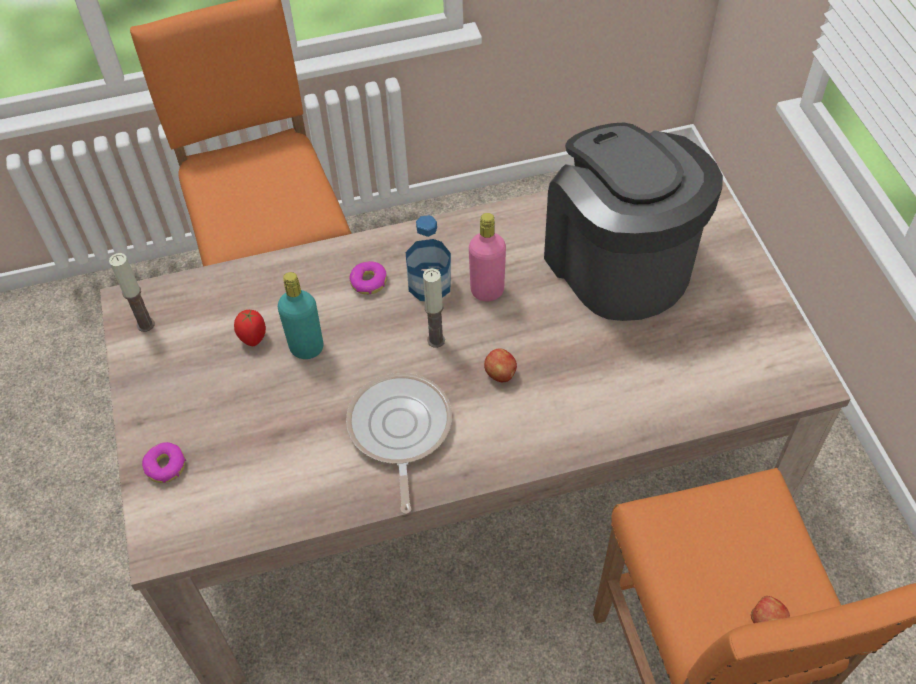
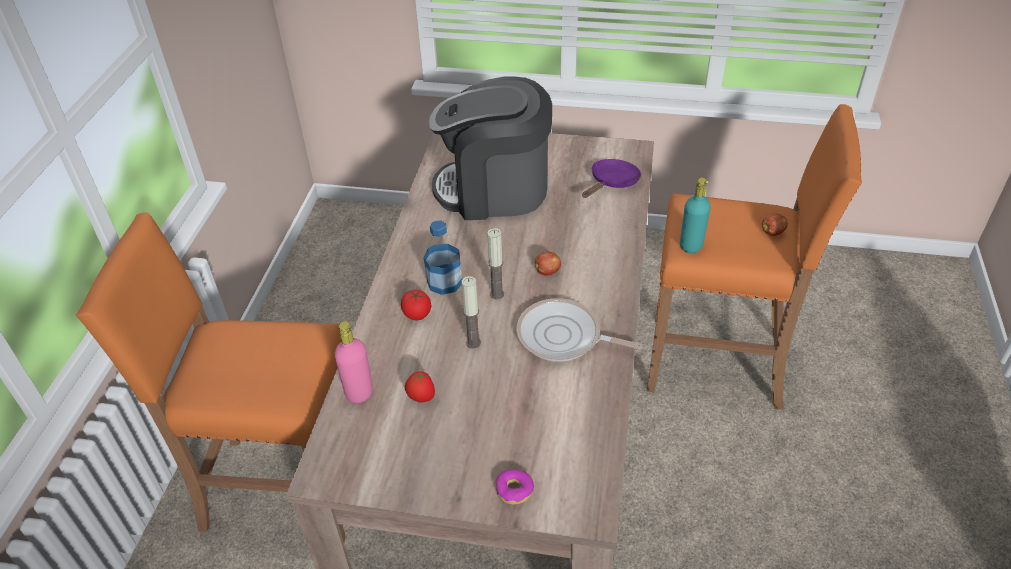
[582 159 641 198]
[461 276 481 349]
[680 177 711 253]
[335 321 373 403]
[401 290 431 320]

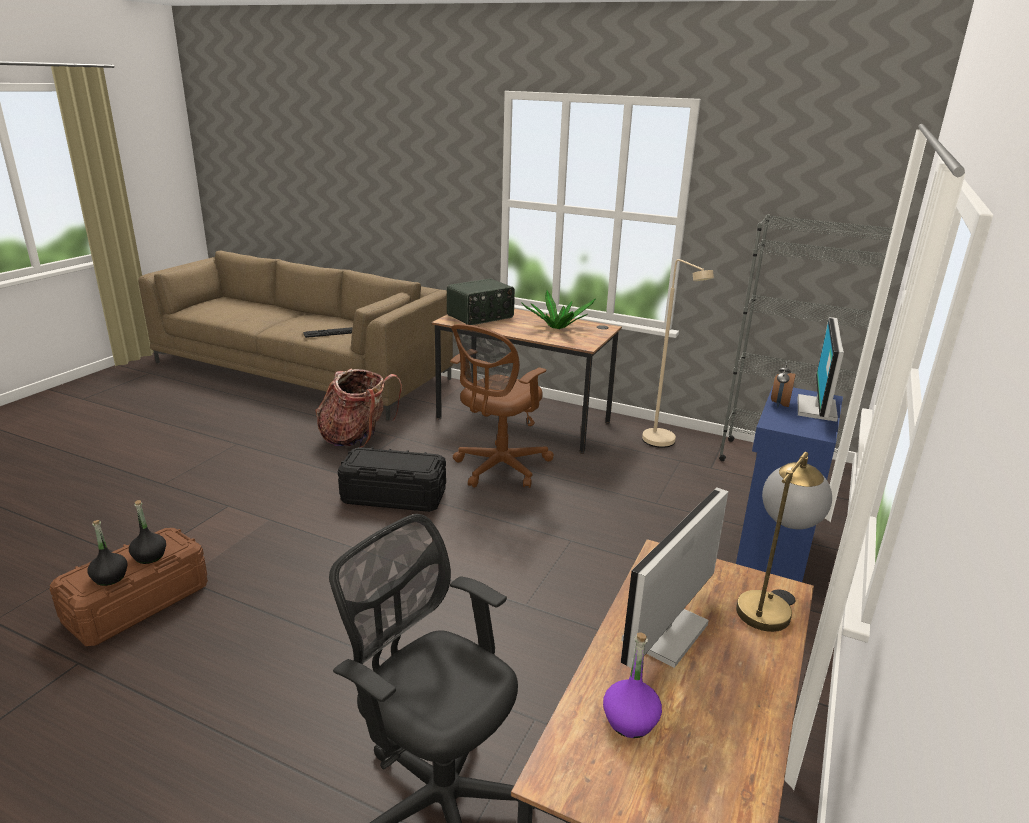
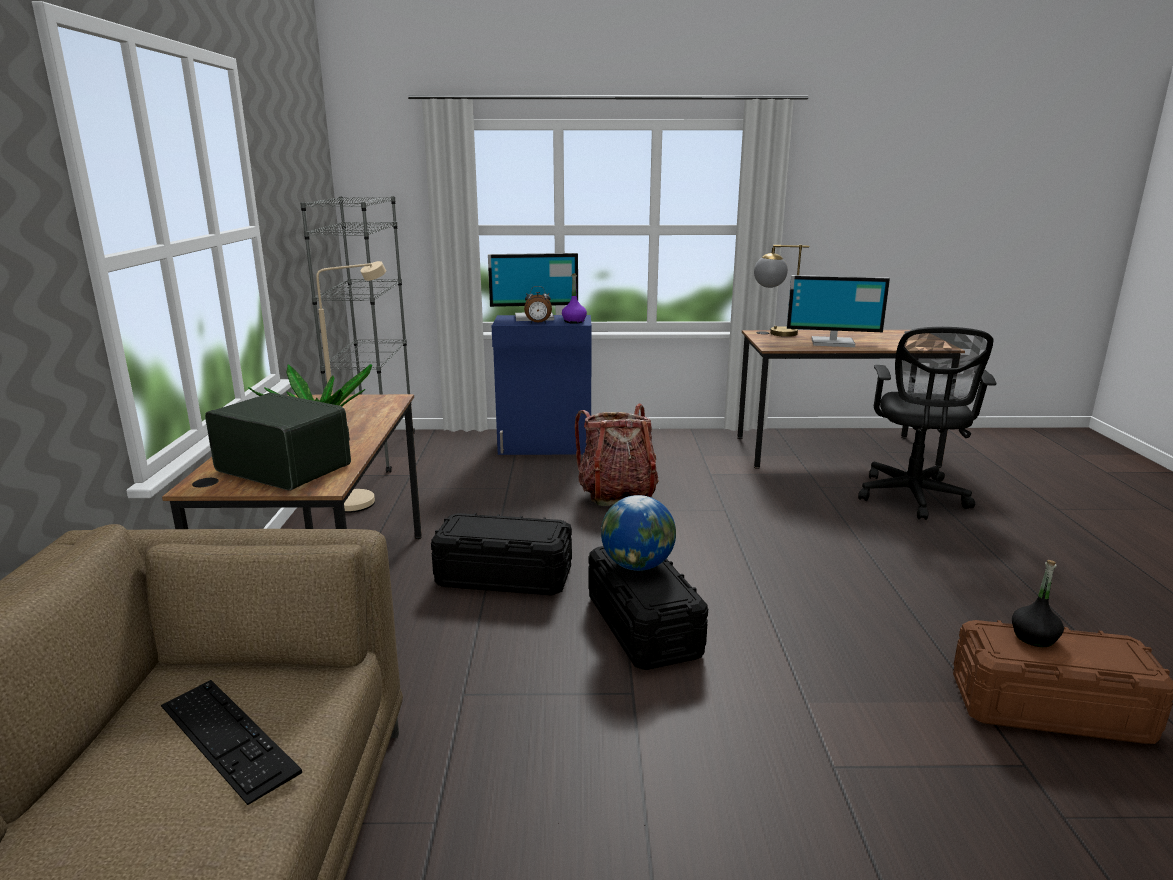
[87 520 127 586] (first image)
[601 495 676 571]
[575 403 659 506]
[562 273 587 324]
[431 513 572 596]

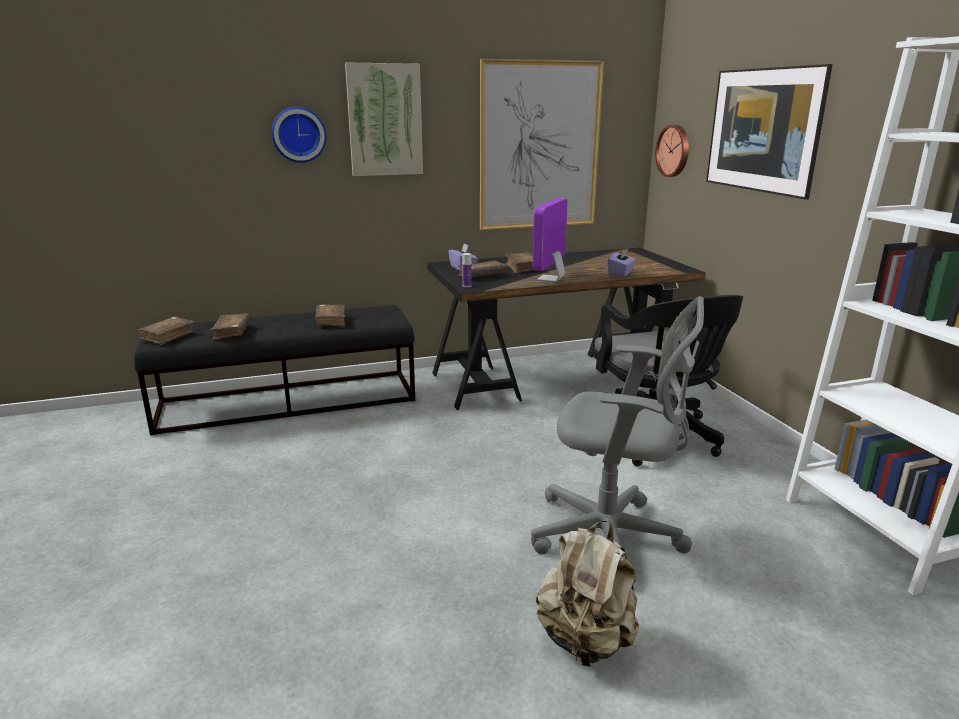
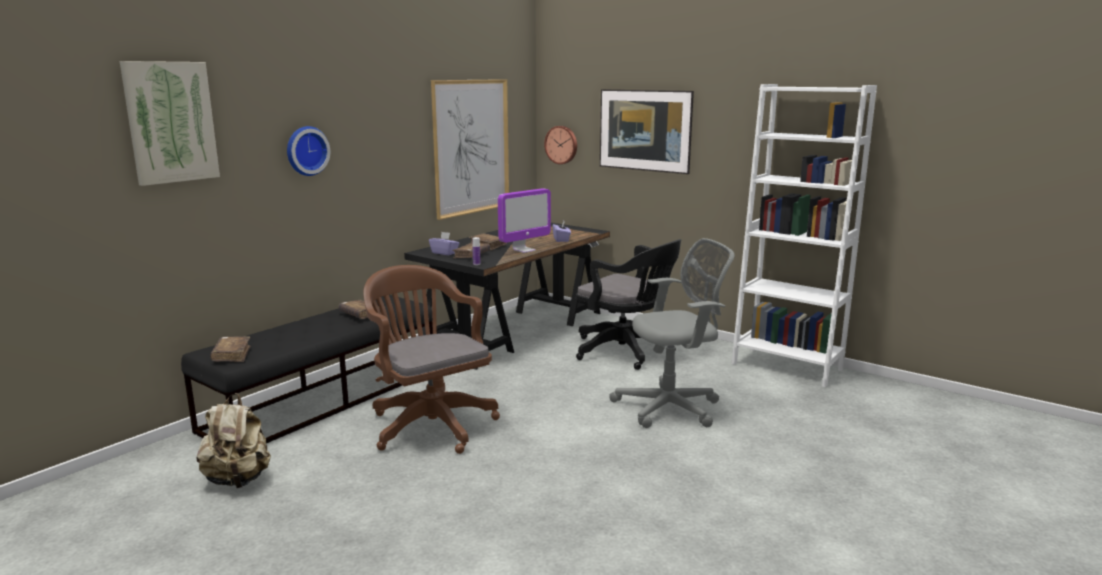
[210 313 251 340] (first image)
[363 265 500 454]
[120 61 220 186]
[197 393 271 488]
[498 188 551 253]

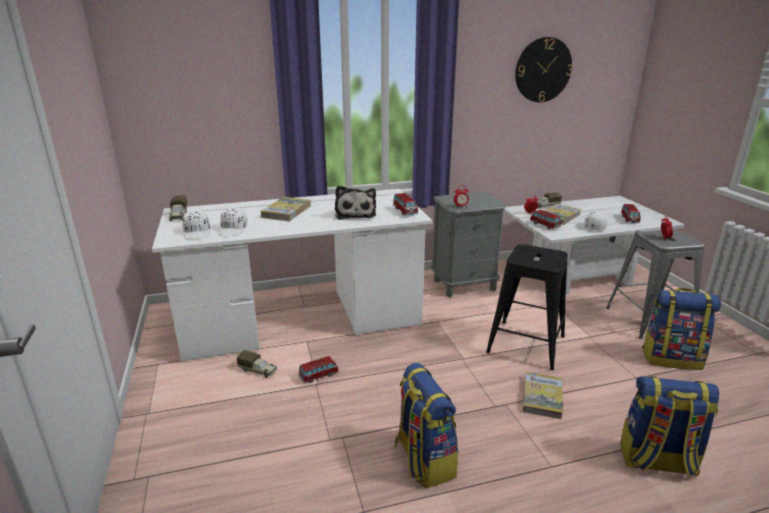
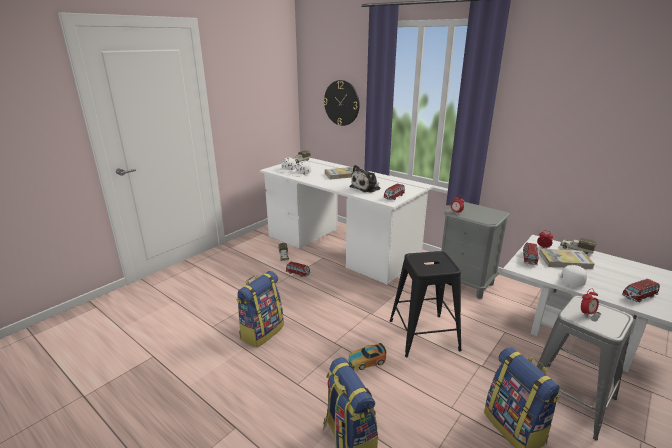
[323 80 360 126]
[348 343 386 370]

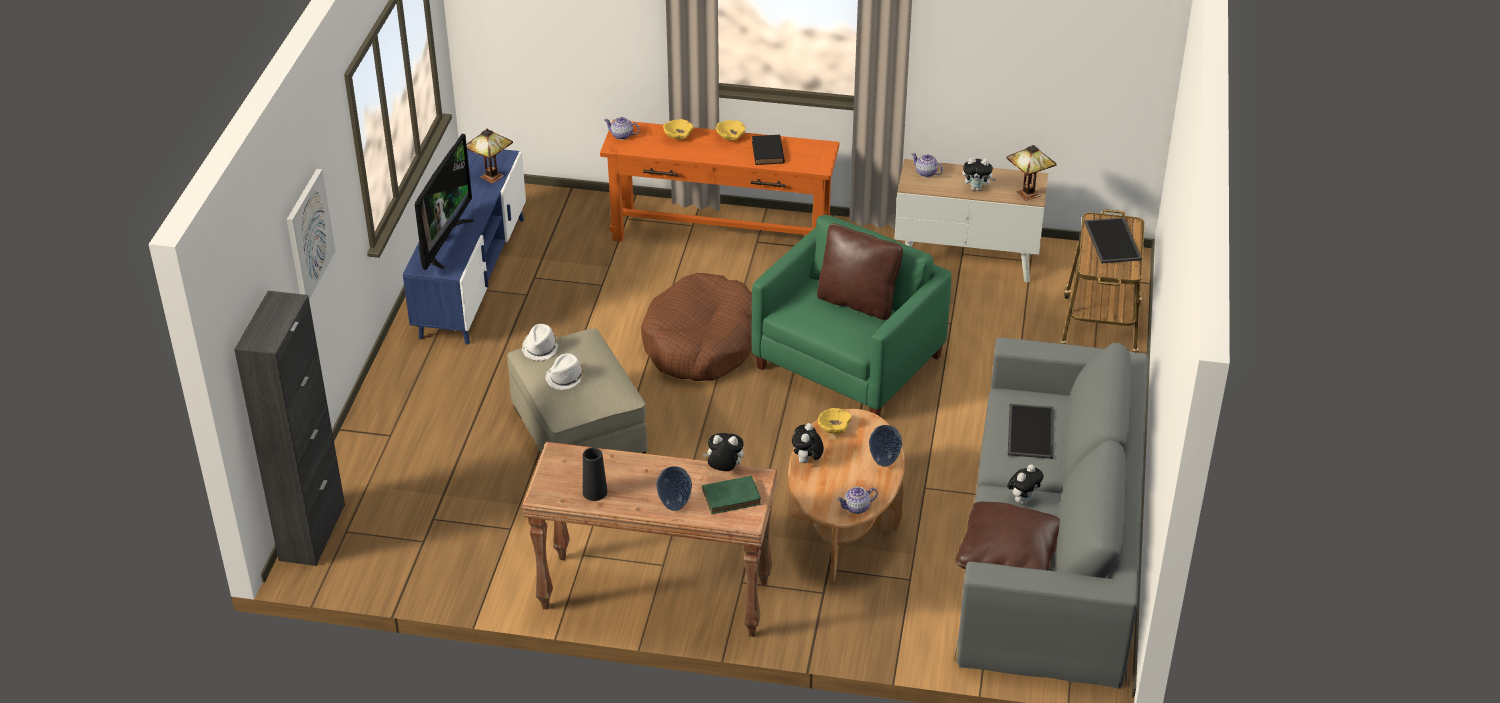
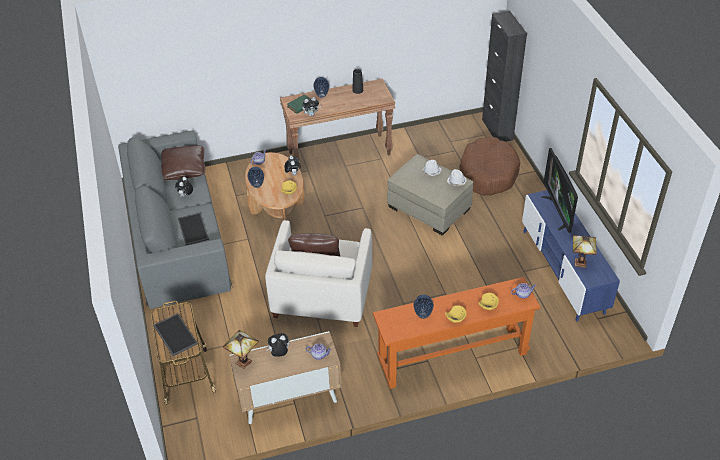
[287 169 336 299] (first image)
[459 136 520 196]
[414 294 434 319]
[265 220 372 327]

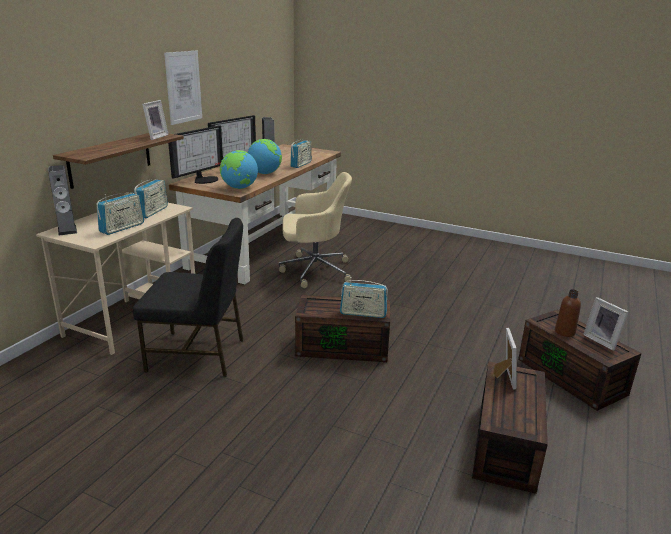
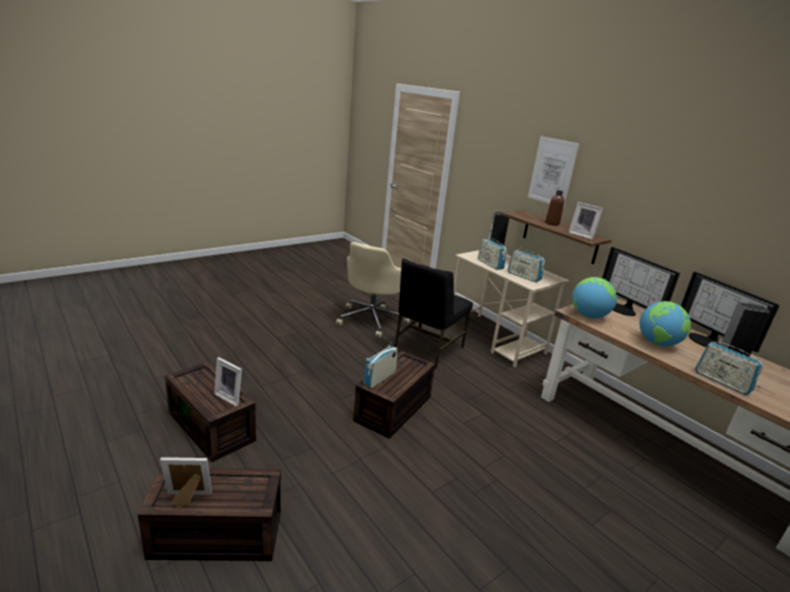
[528 136 580 208]
[336 242 410 338]
[545 190 564 226]

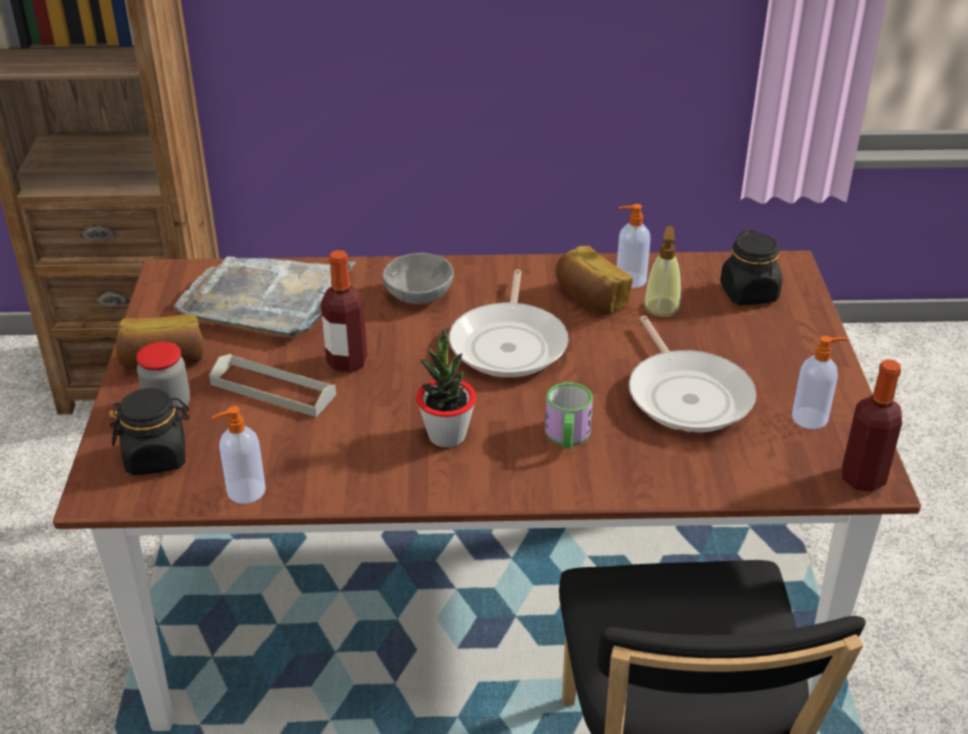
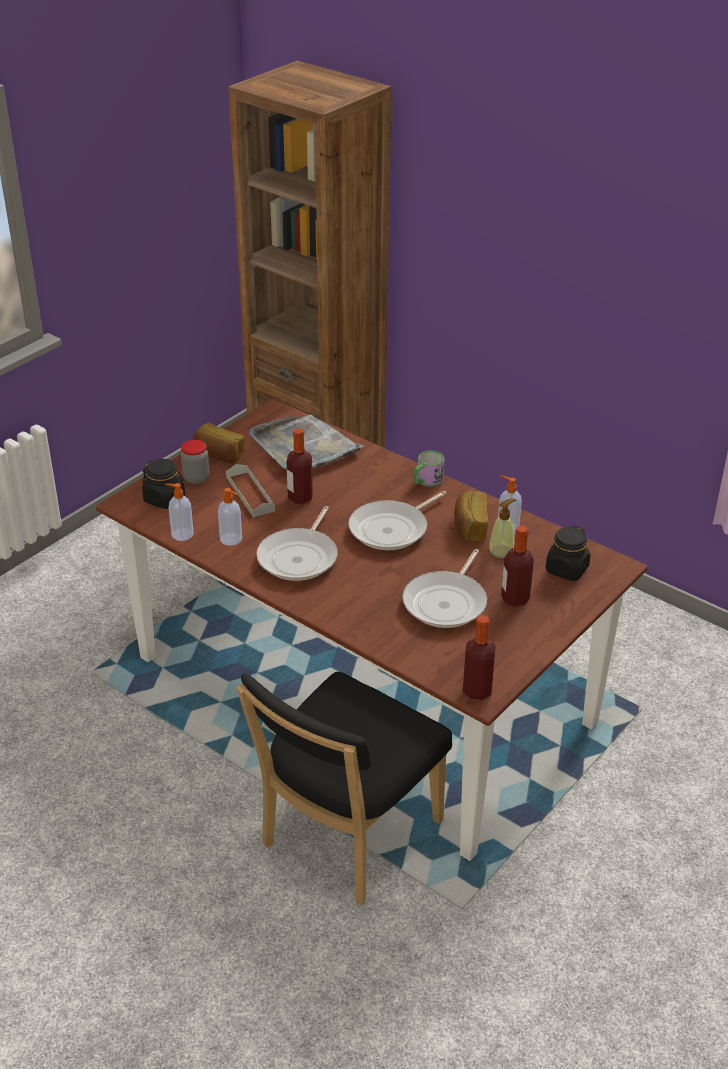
[383 253 454 304] (first image)
[501 526 534 607]
[413 451 444 487]
[218 488 242 546]
[256 506 338 581]

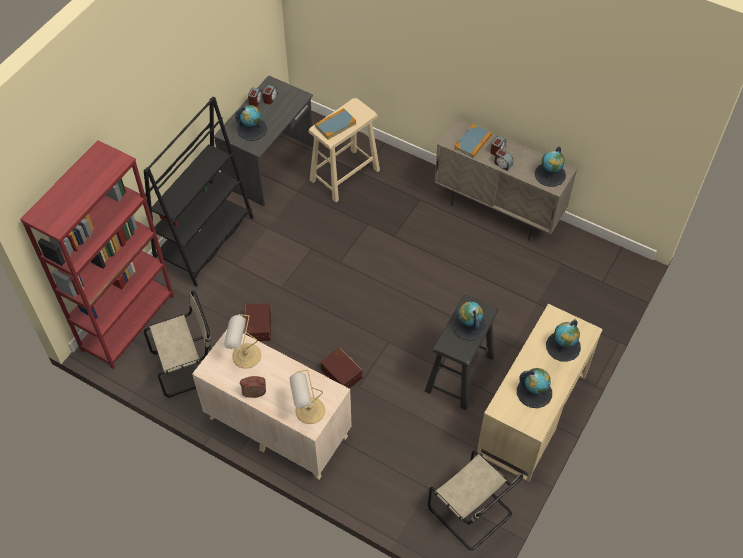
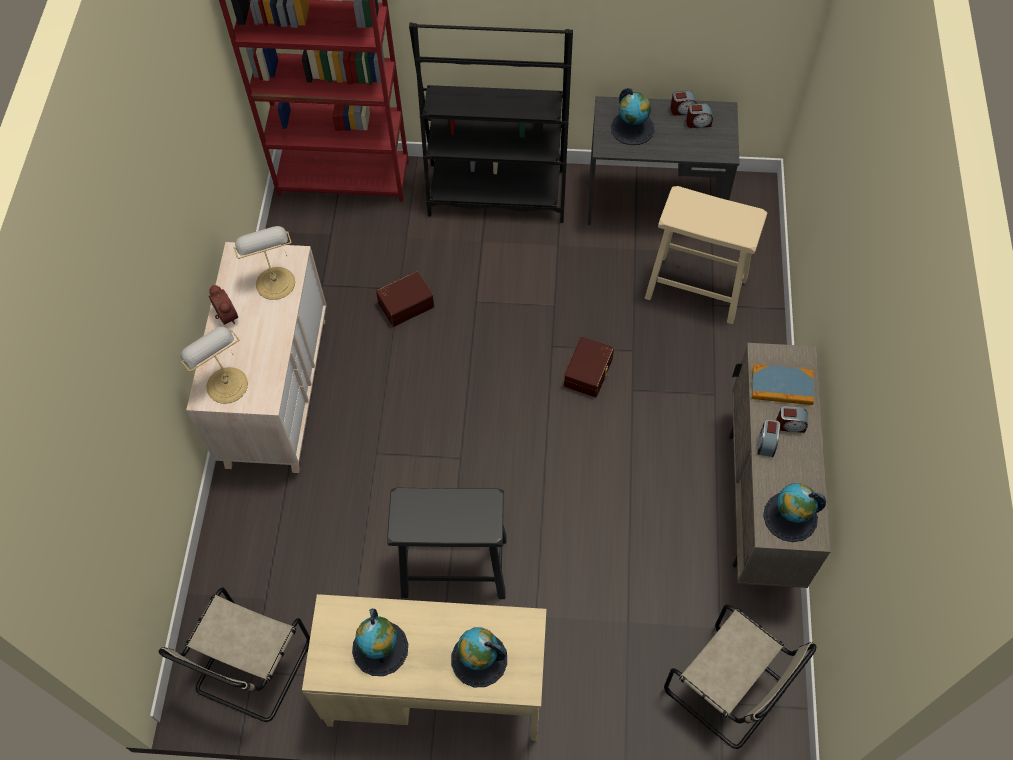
[315 108 357 140] (first image)
[452 301 486 341] (first image)
[664 605 816 749]
[564 337 614 397]

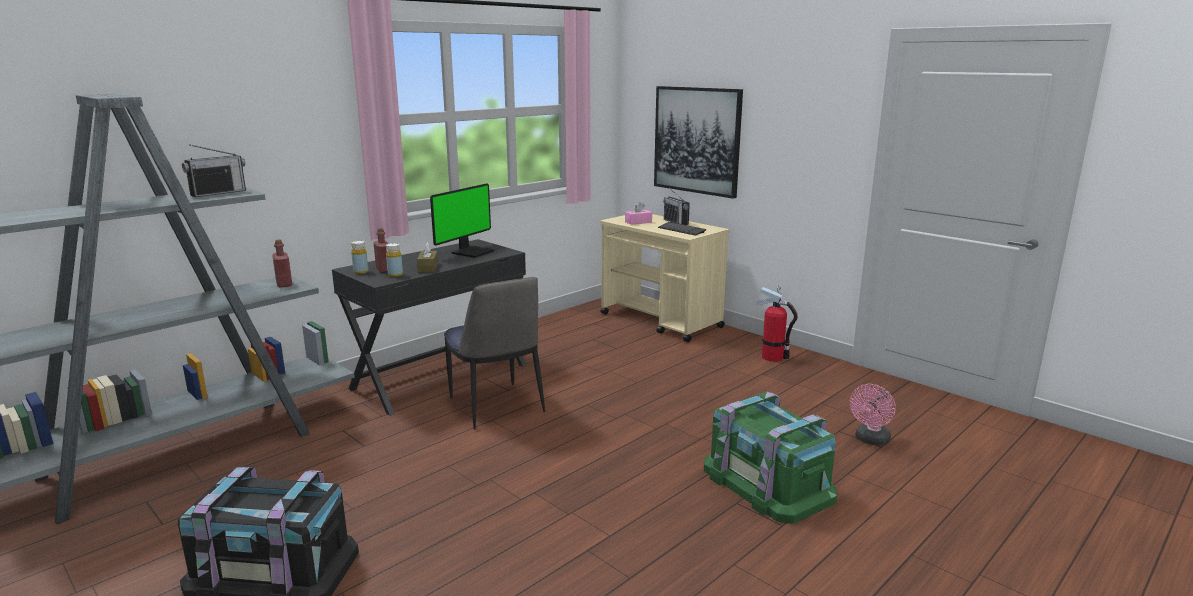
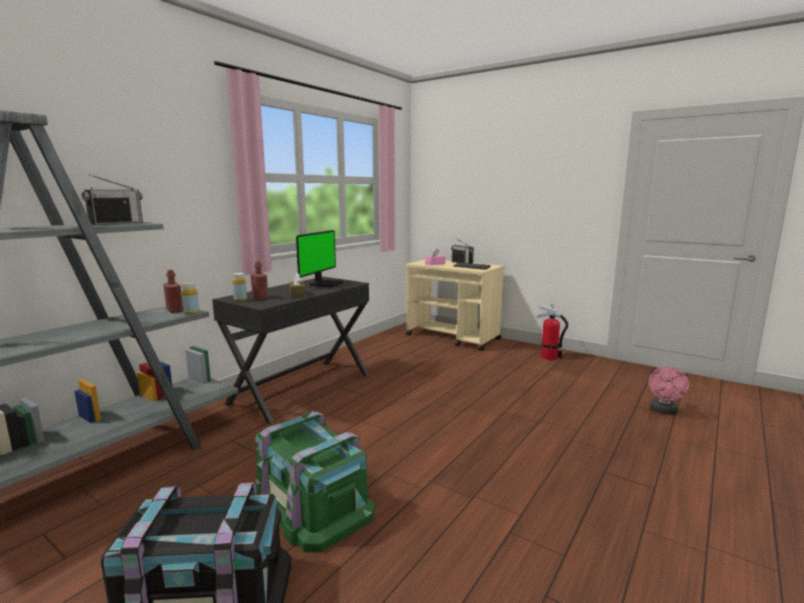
[444 277 545 429] (first image)
[654 86 743 199] (first image)
[182 282 199 315]
[255 411 375 552]

